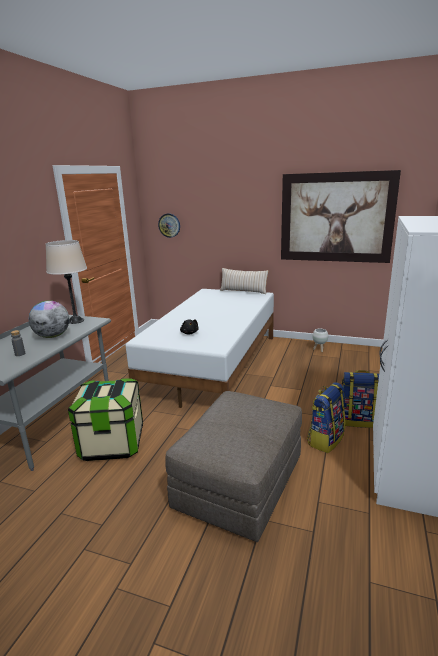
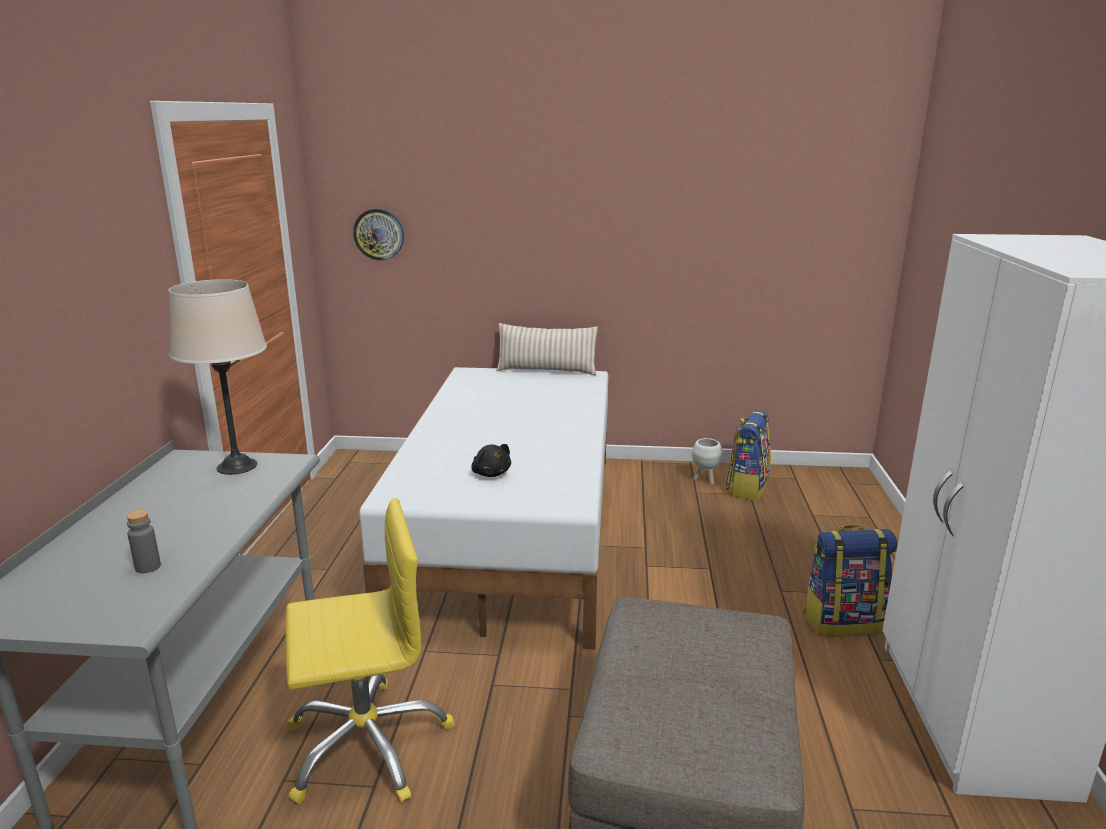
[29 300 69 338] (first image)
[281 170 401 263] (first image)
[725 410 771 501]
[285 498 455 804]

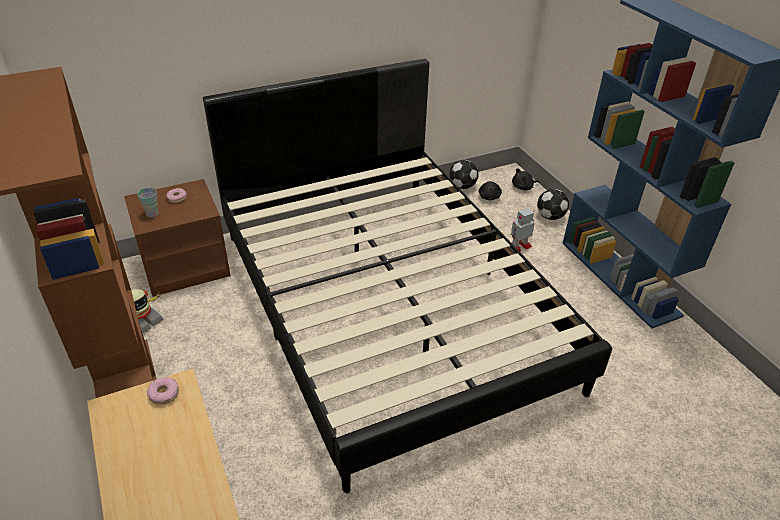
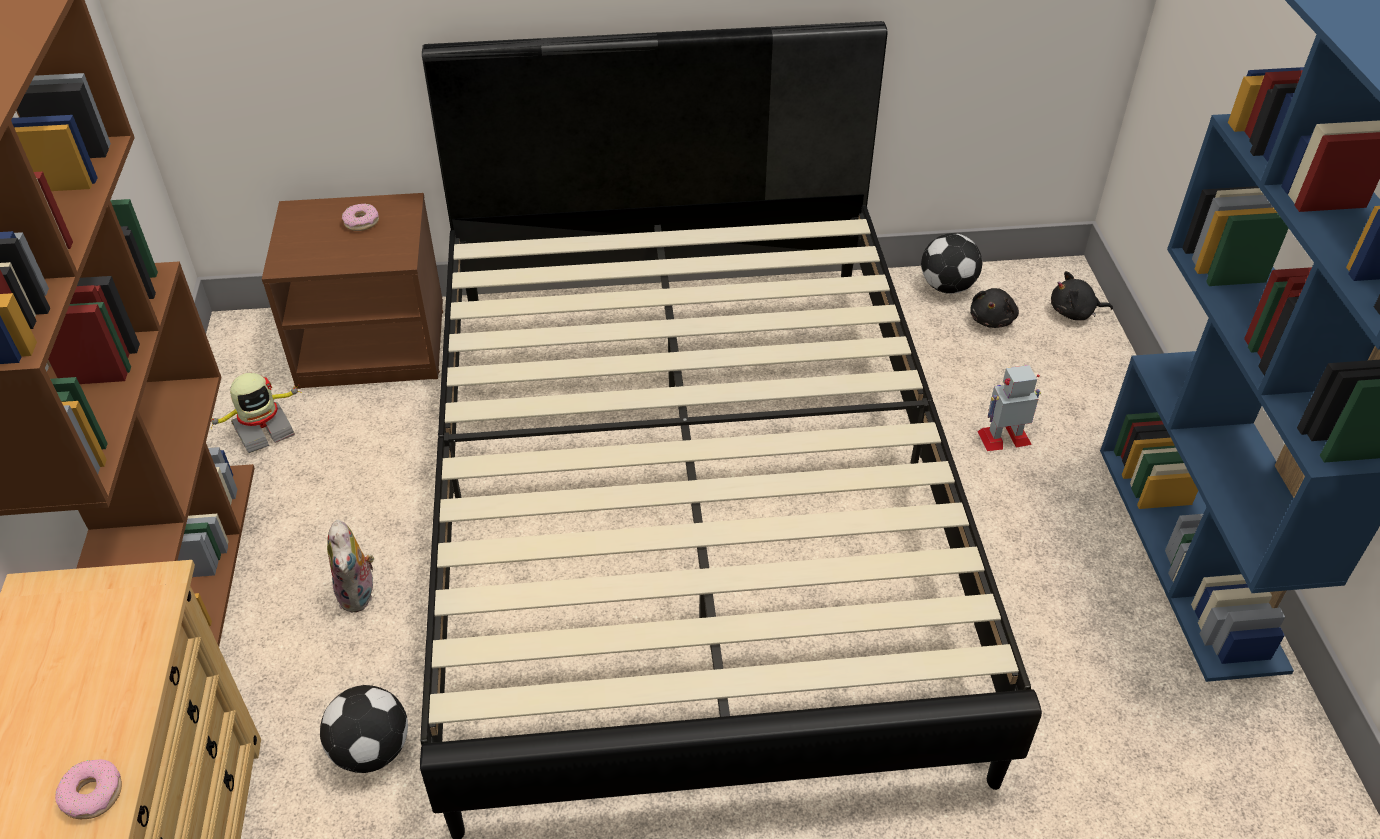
[137 188 159 217] (first image)
[327 520 374 613]
[55 759 122 819]
[320 685 408 773]

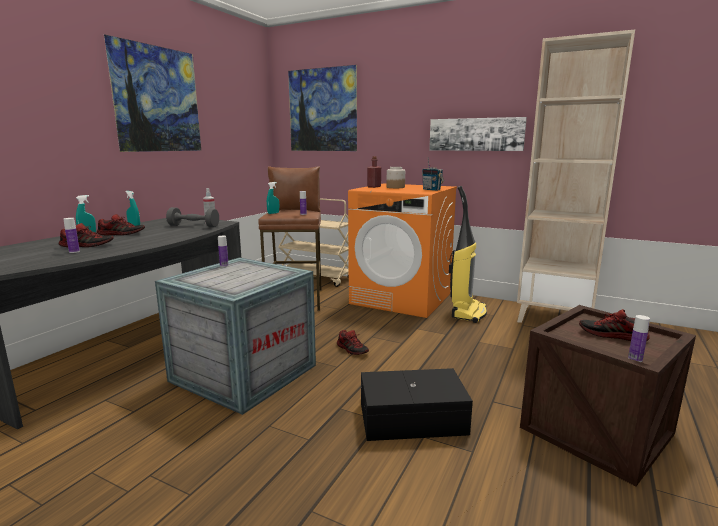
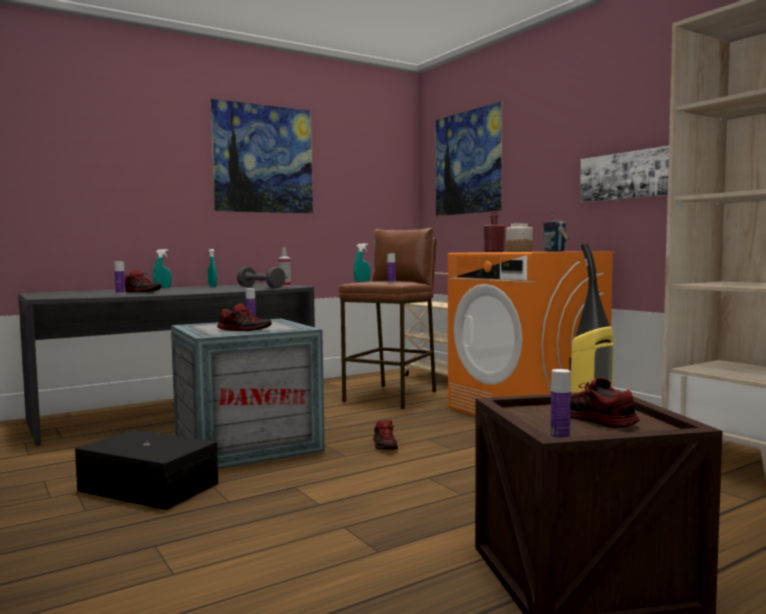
[217 303 272 331]
[75 430 218 510]

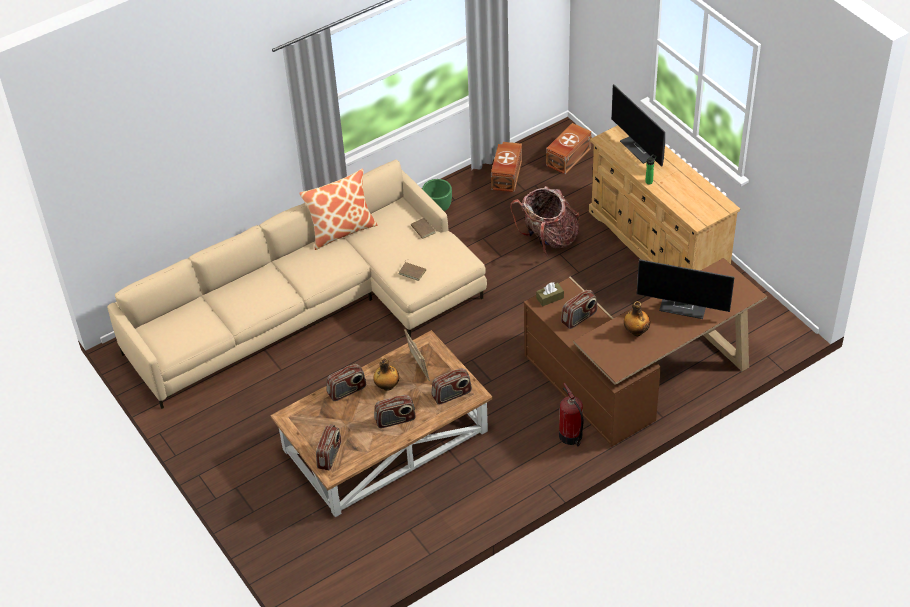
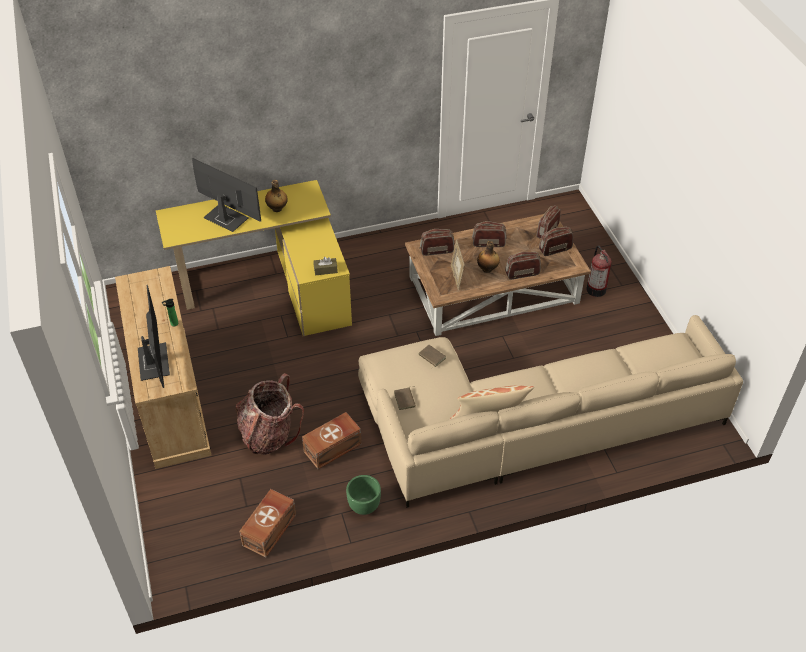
[302 412 361 469]
[587 245 612 297]
[539 227 573 256]
[156 180 352 336]

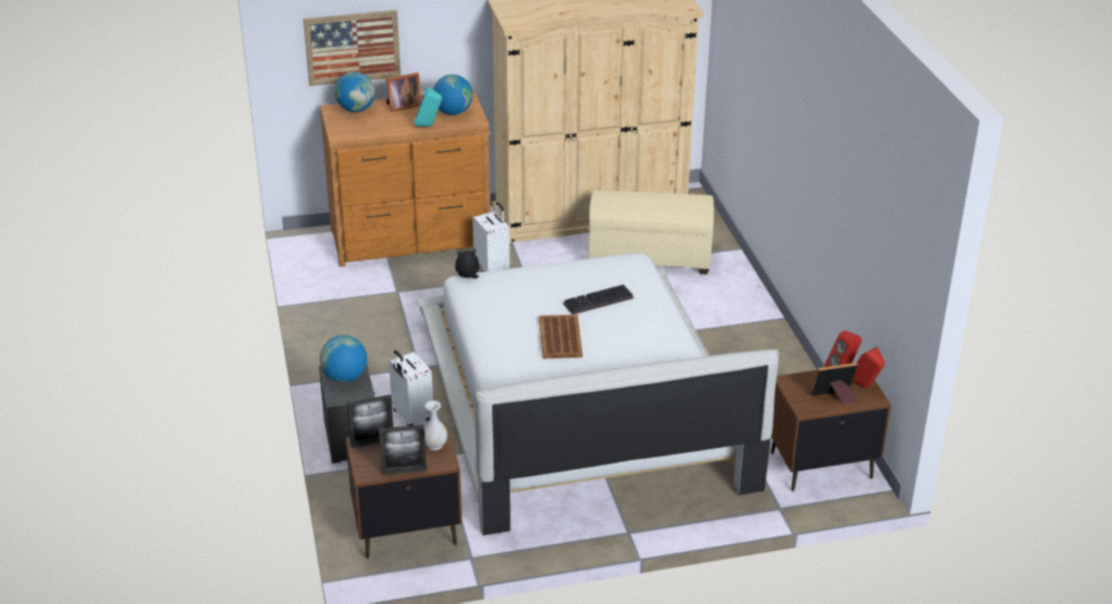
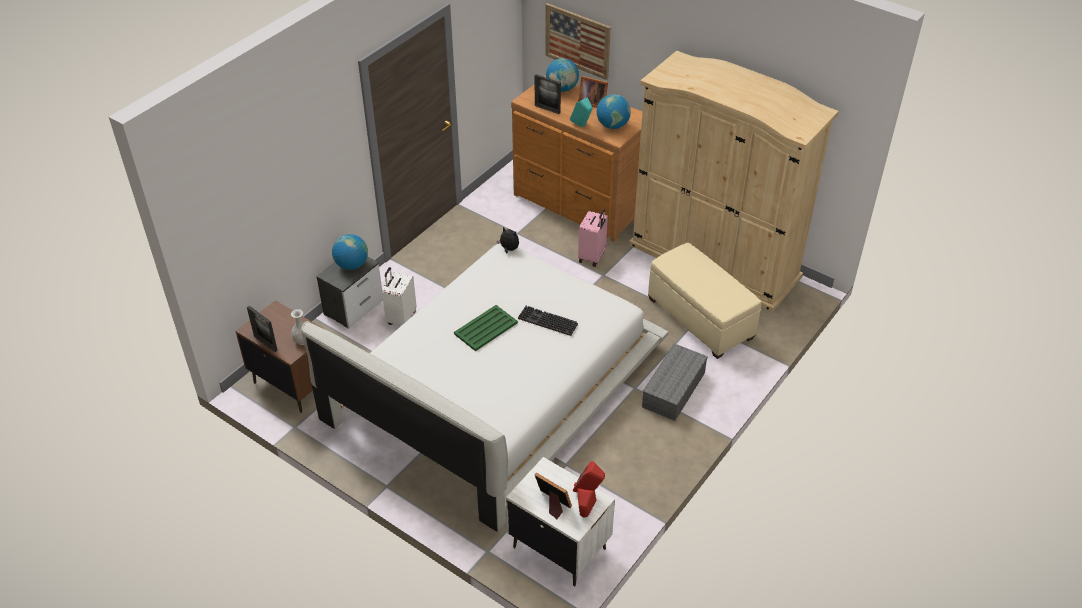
[642 343 708 421]
[535 74 561 114]
[578 210 608 267]
[454 305 518 351]
[506 457 615 587]

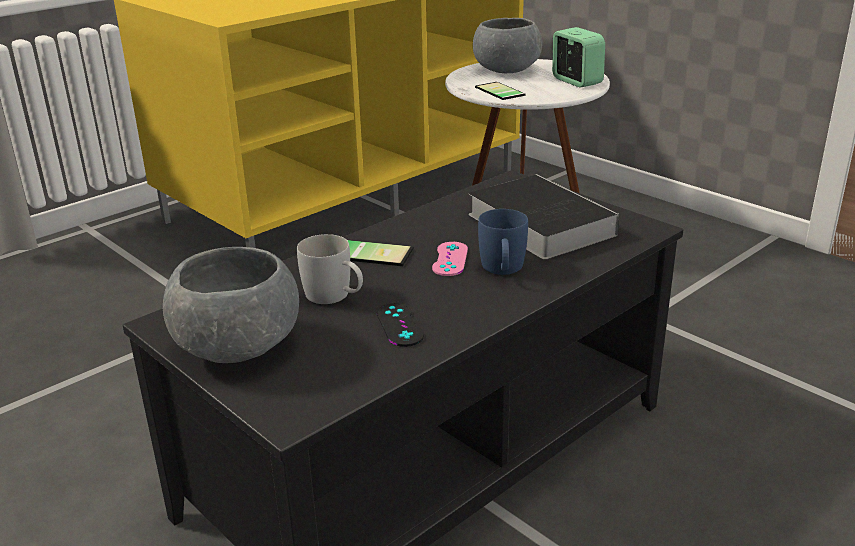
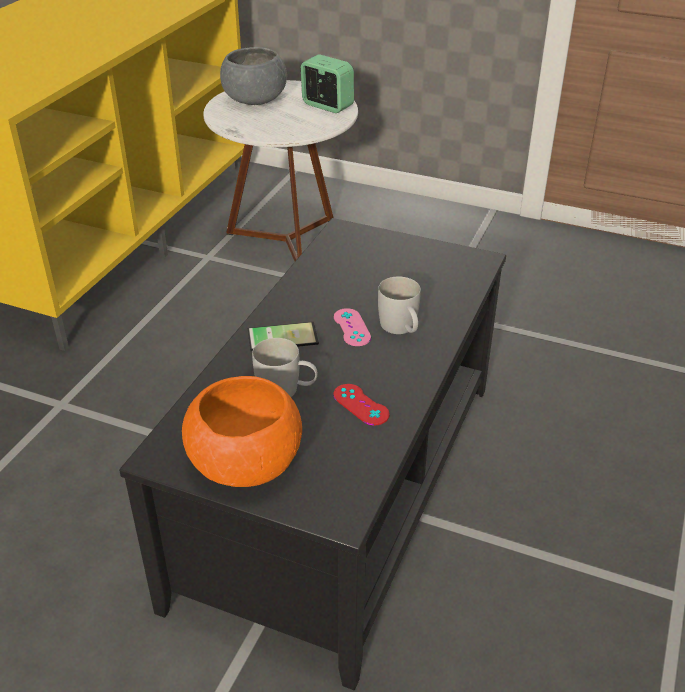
[469 174 619 260] (first image)
[475 82 526 100] (first image)
[182 376 302 487]
[333 384 390 425]
[378 276 421 334]

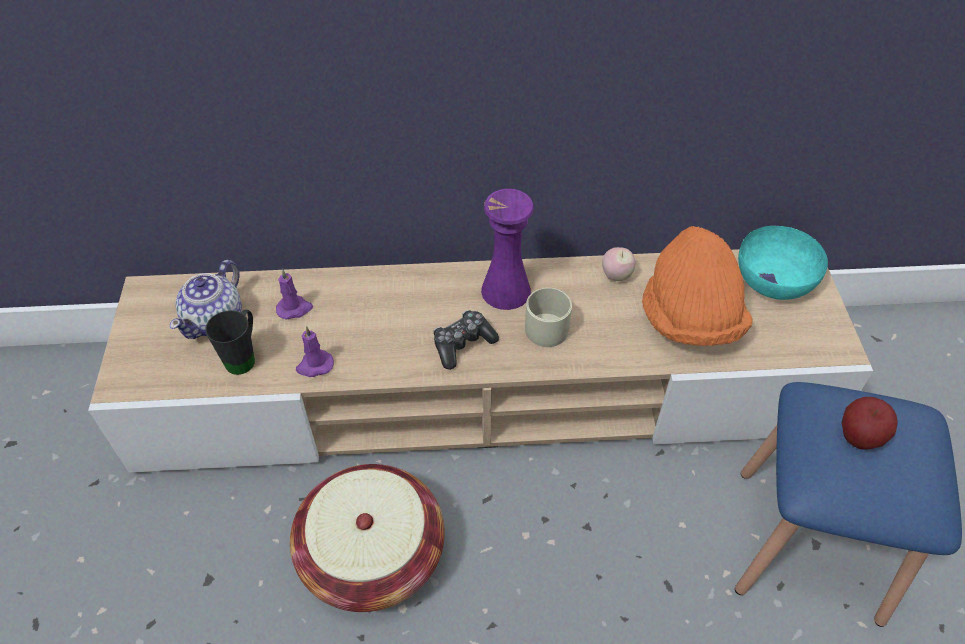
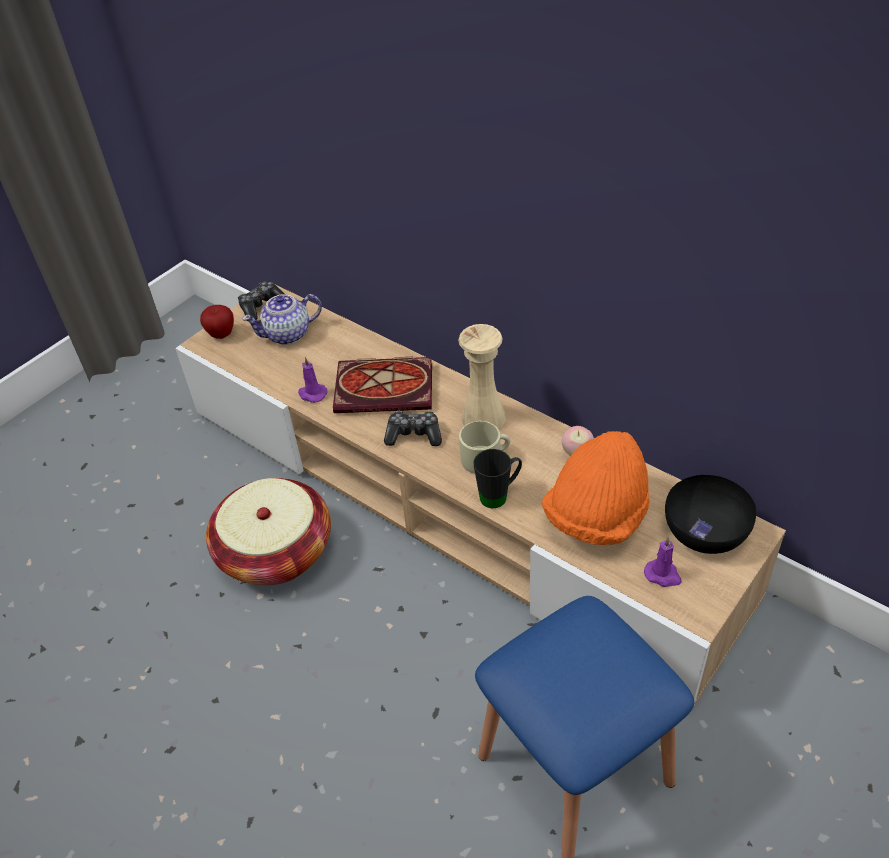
[238 281 285 320]
[333 357 432 413]
[473 449 522 508]
[644 537 682 587]
[200 305 234 339]
[458 324 506 429]
[665 475 756 554]

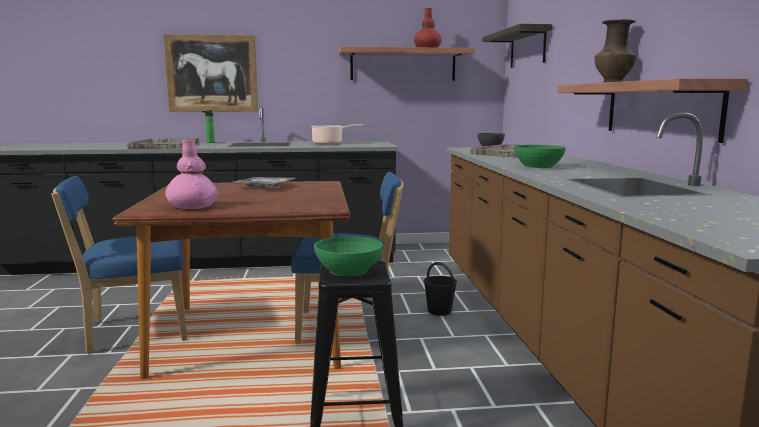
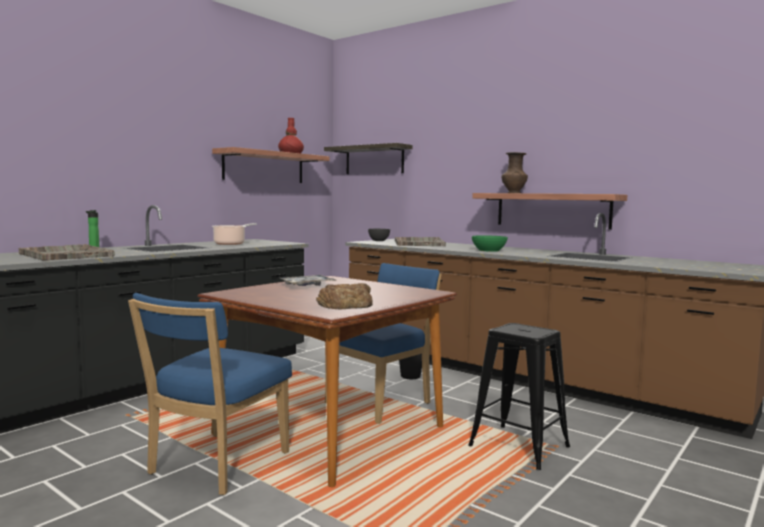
[163 34 258 112] (first image)
[314 236 383 276] (first image)
[316 283 373 309]

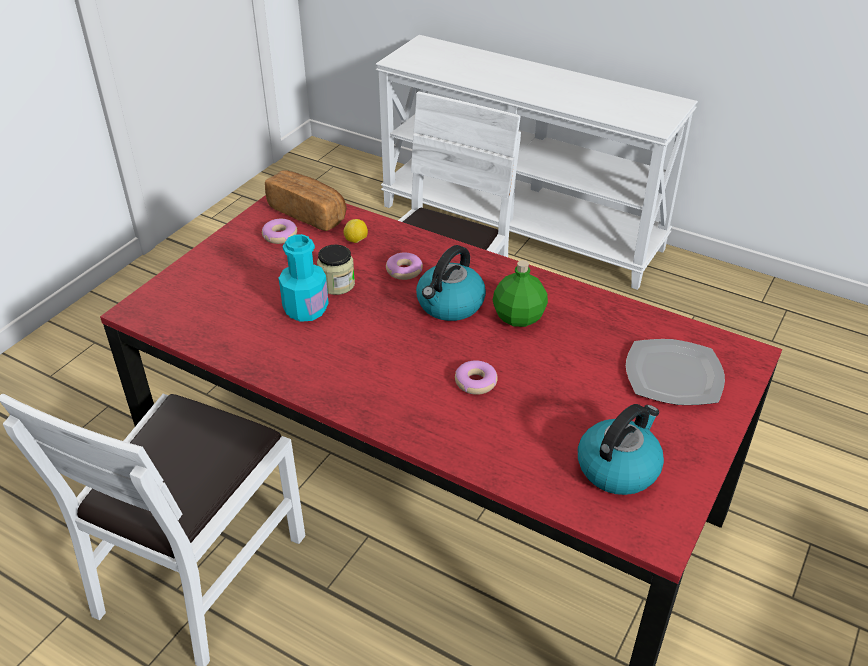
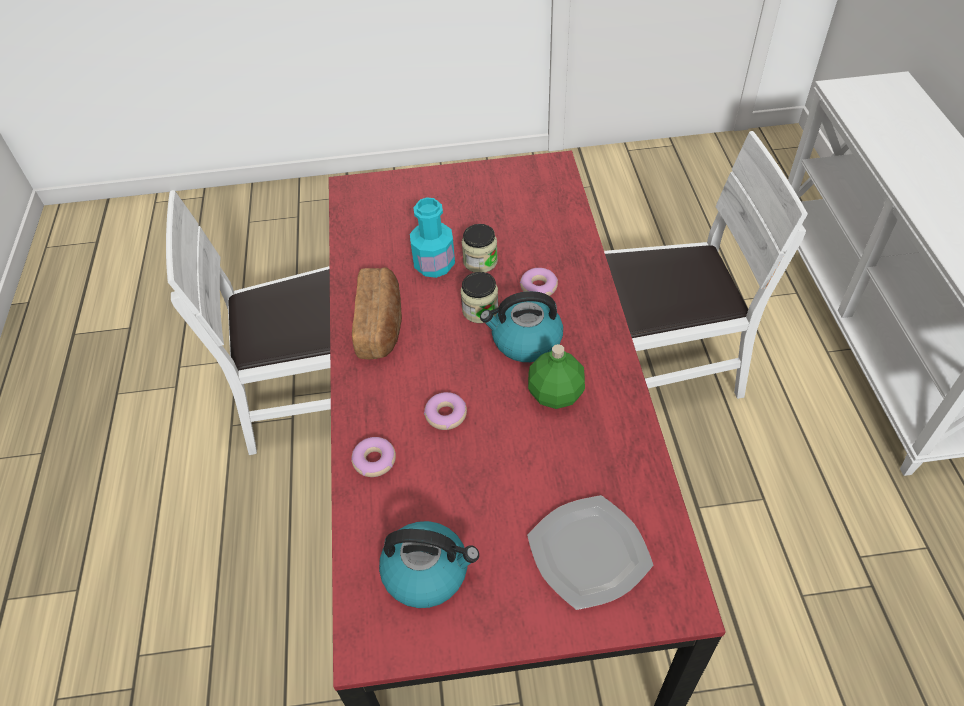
[344 219 368 243] (first image)
[461 272 498 323]
[351 437 396 477]
[352 267 402 359]

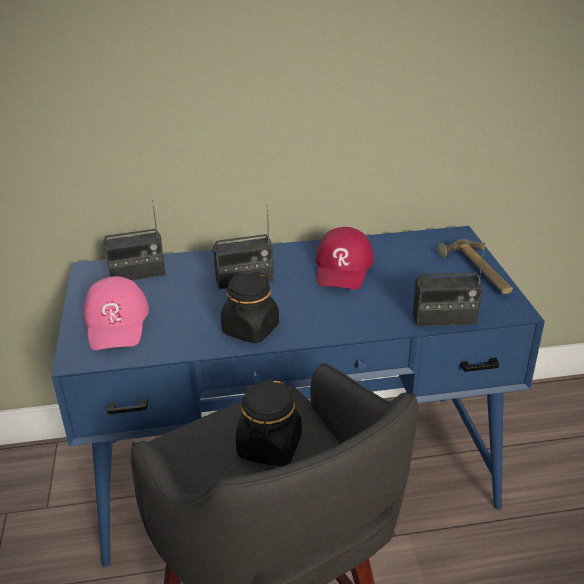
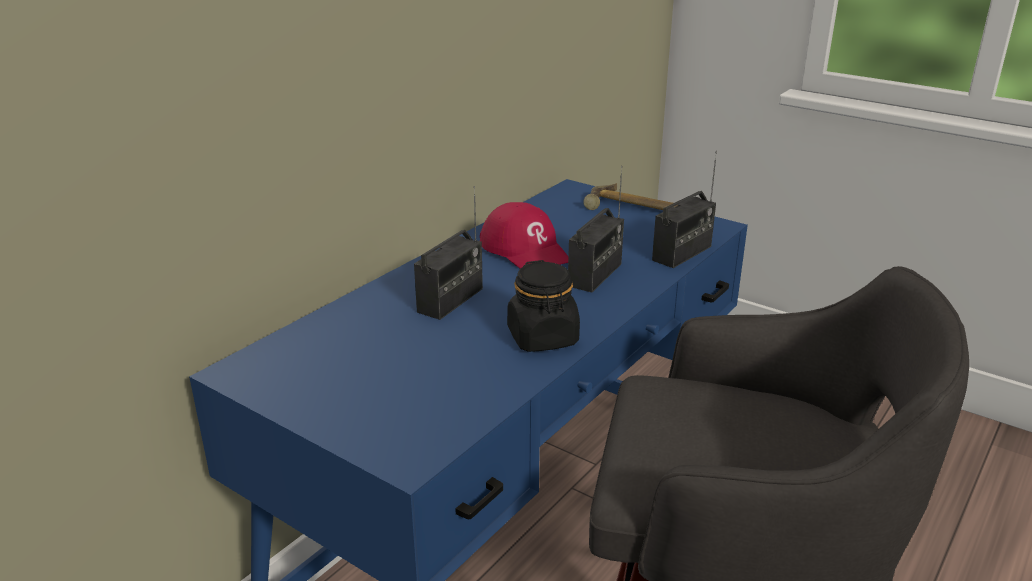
[83 276 149 350] (first image)
[236 378 302 466] (first image)
[568 166 624 293]

